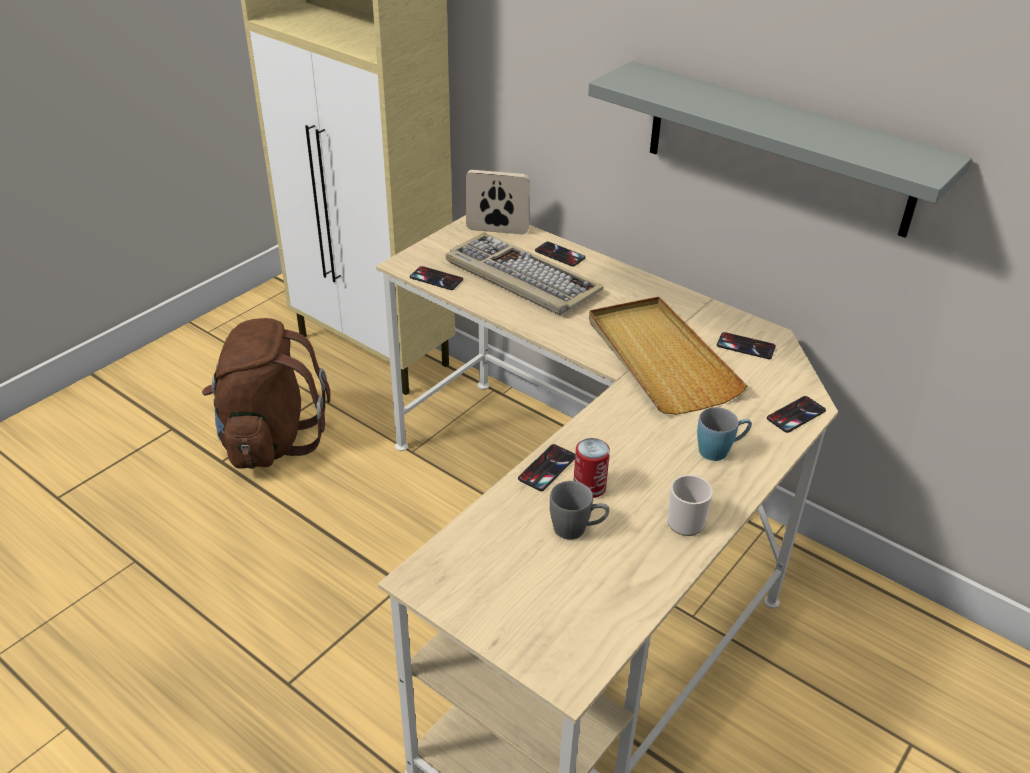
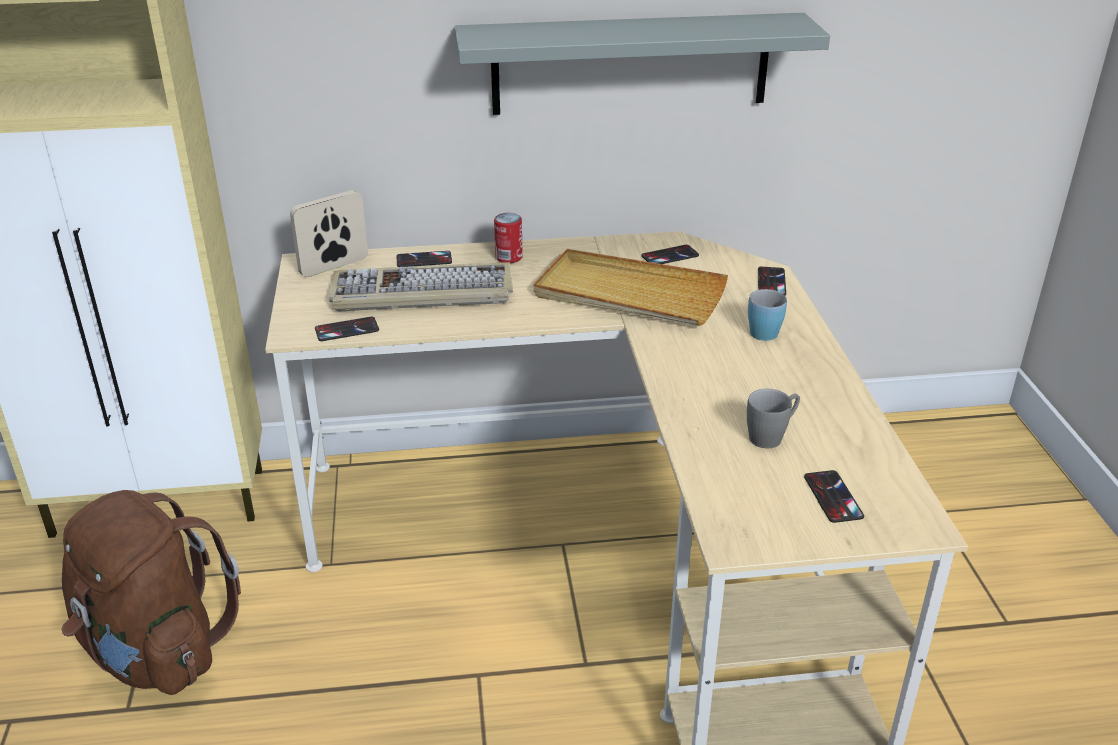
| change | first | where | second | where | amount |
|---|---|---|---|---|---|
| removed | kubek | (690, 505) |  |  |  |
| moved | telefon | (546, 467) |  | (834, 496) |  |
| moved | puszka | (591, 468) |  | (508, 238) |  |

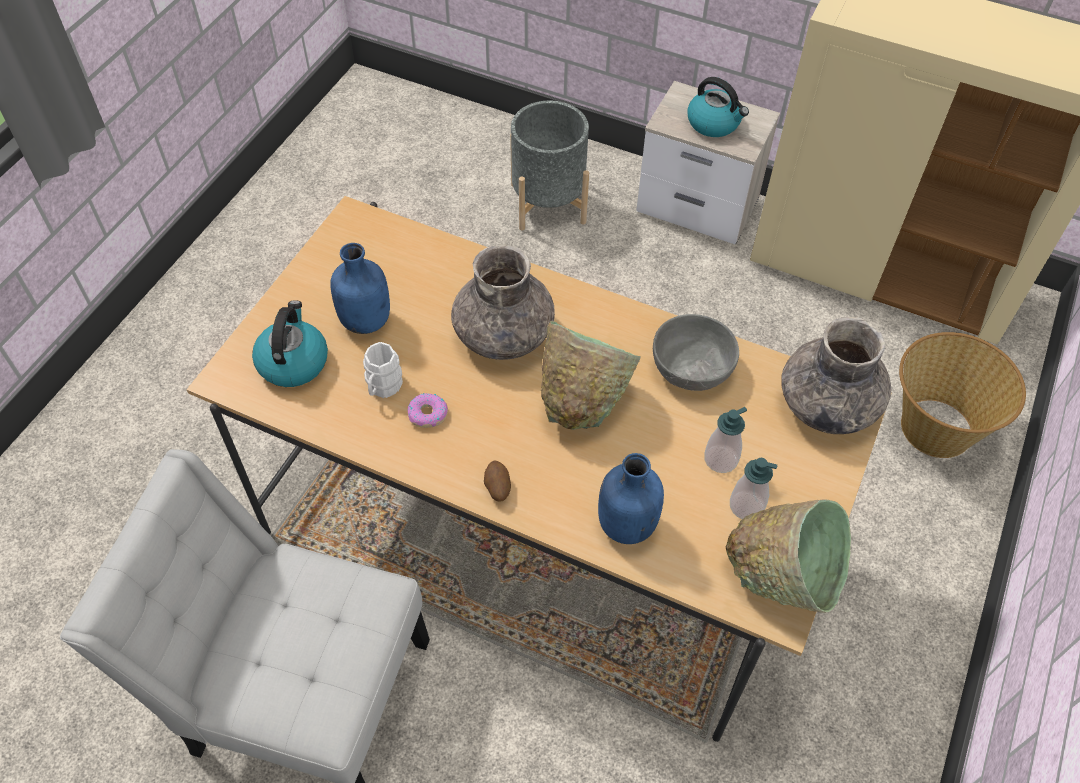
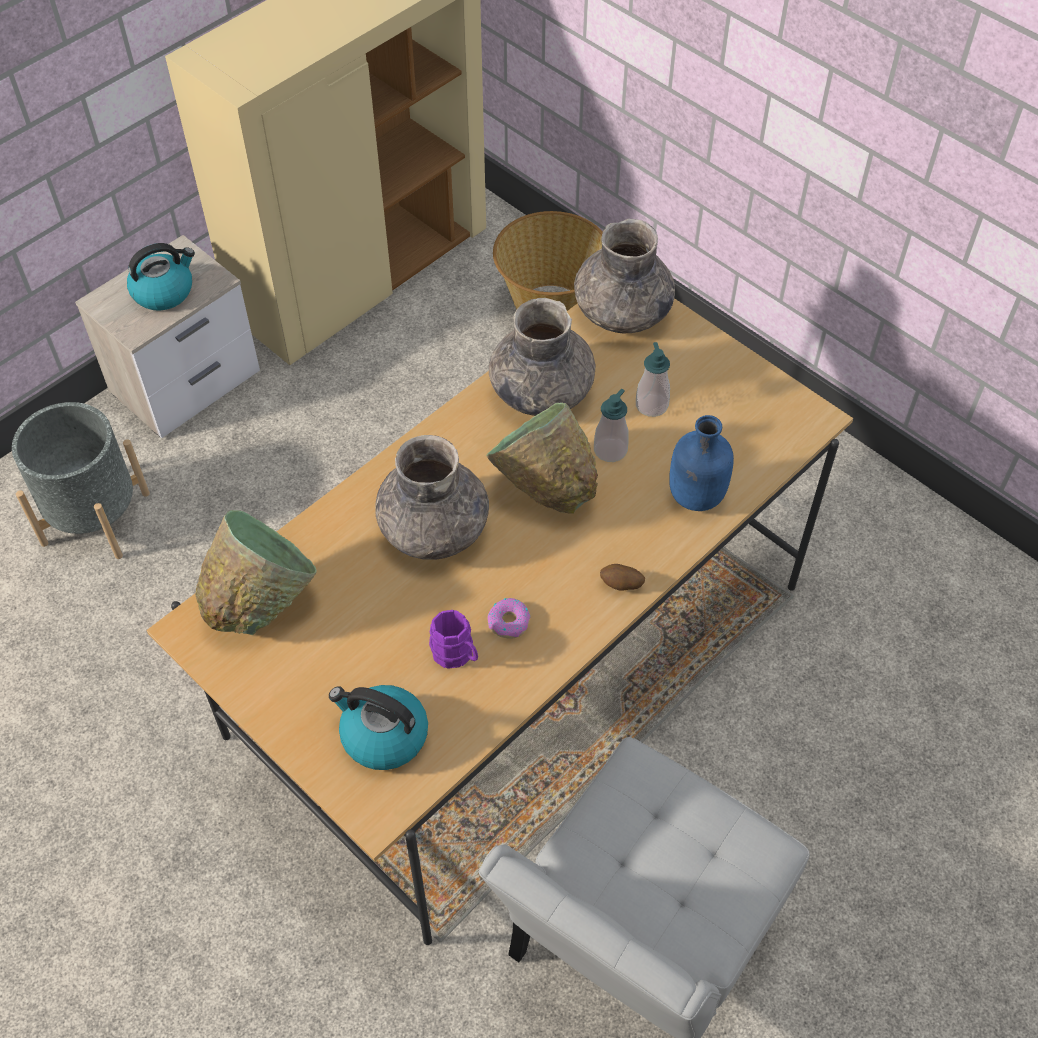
| change | first | where | second | where | amount |
|---|---|---|---|---|---|
| removed | butelka (niebieski) | (360, 288) |  |  |  |
| moved | miska (zielony) | (788, 556) |  | (256, 573) |  |
| moved | dozownik mydła | (753, 488) |  | (611, 425) |  |
| replaced | miska (szary) | (696, 352) | wazon (szary) | (542, 357) |  |
| recoloured | kubek (biały) | (383, 370) | kubek (fioletowy) | (453, 639) |  |

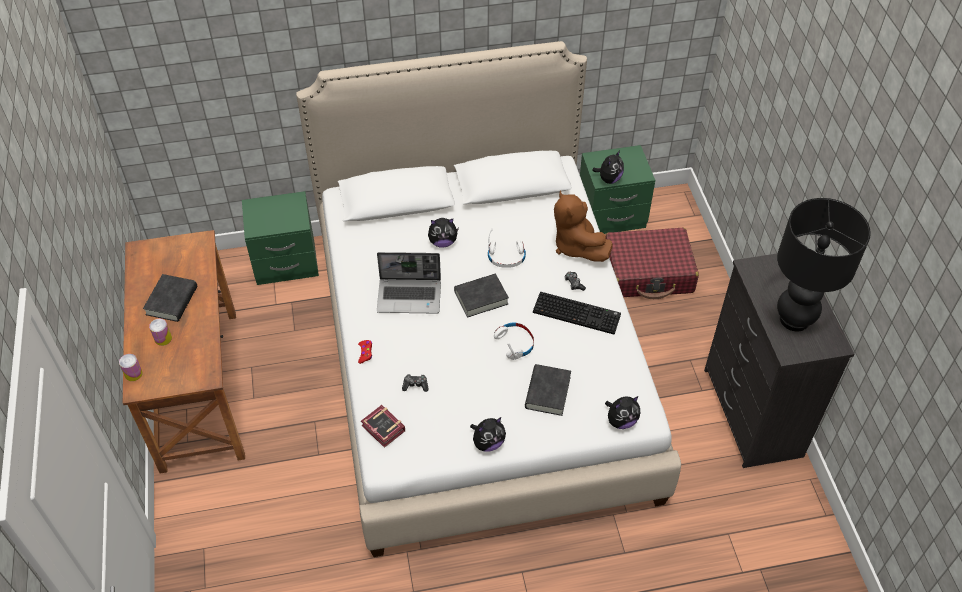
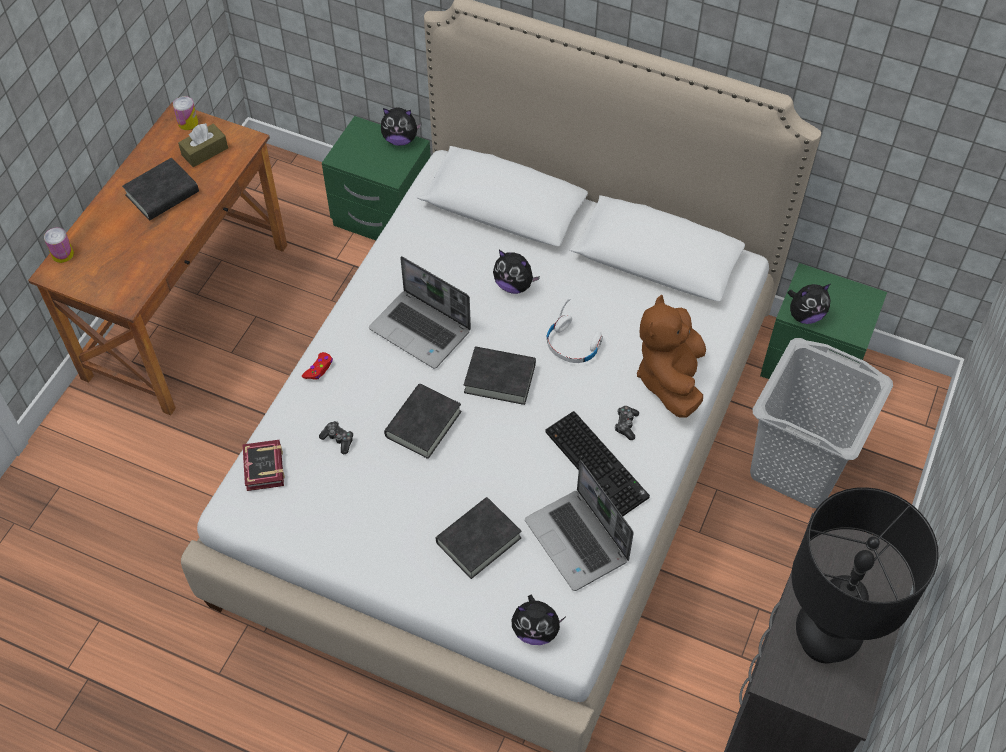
| change | first | where | second | where | amount |
|---|---|---|---|---|---|
| removed | słuchawki (biały) | (514, 341) |  |  |  |
| added |  |  | pudełko chusteczek (brązowy) | (203, 145) |  |
| added |  |  | książka (czarny) | (423, 421) |  |
| added |  |  | laptop | (579, 525) |  |
| moved | puszka | (160, 332) |  | (185, 113) |  |
| moved | pluszak | (488, 434) |  | (401, 126) |  |
| replaced | walizka (czerwony) | (652, 263) | kosz na pranie (szary) | (821, 423) |  |

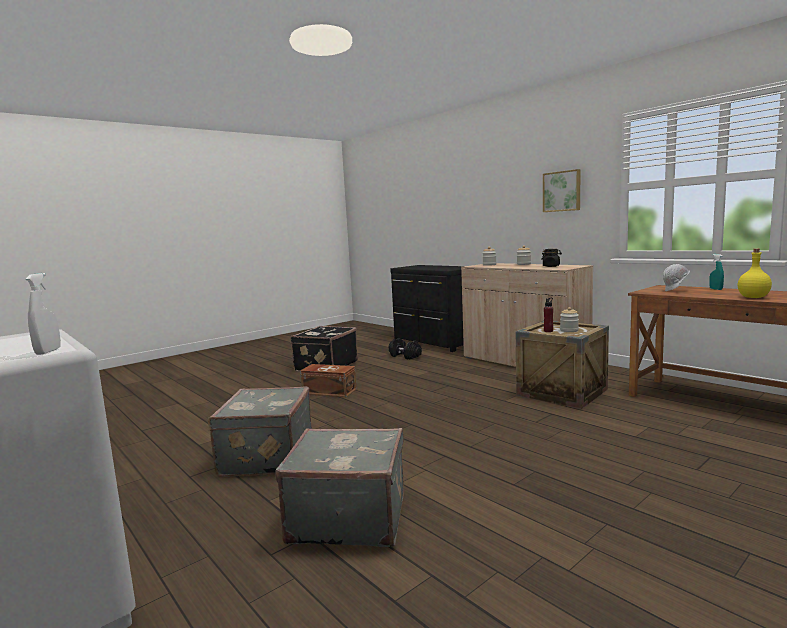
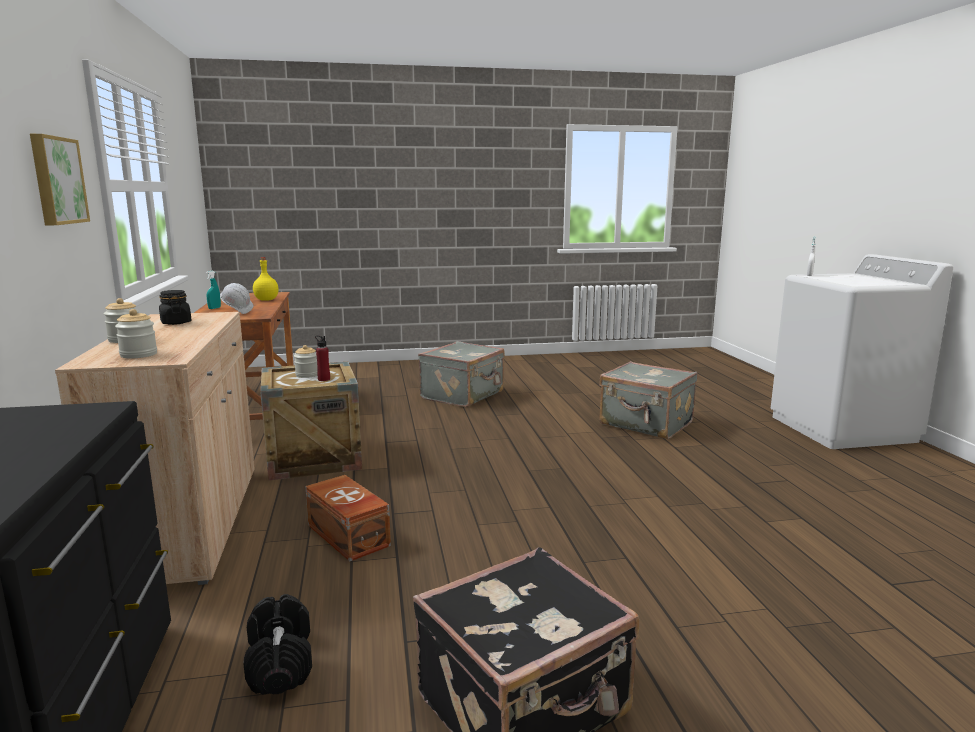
| change | first | where | second | where | amount |
|---|---|---|---|---|---|
| moved | walizka (szary) | (260, 432) |  | (461, 374) |  |
| moved | pojemnik do przechowywania (brązowy) | (328, 380) |  | (348, 518) |  |

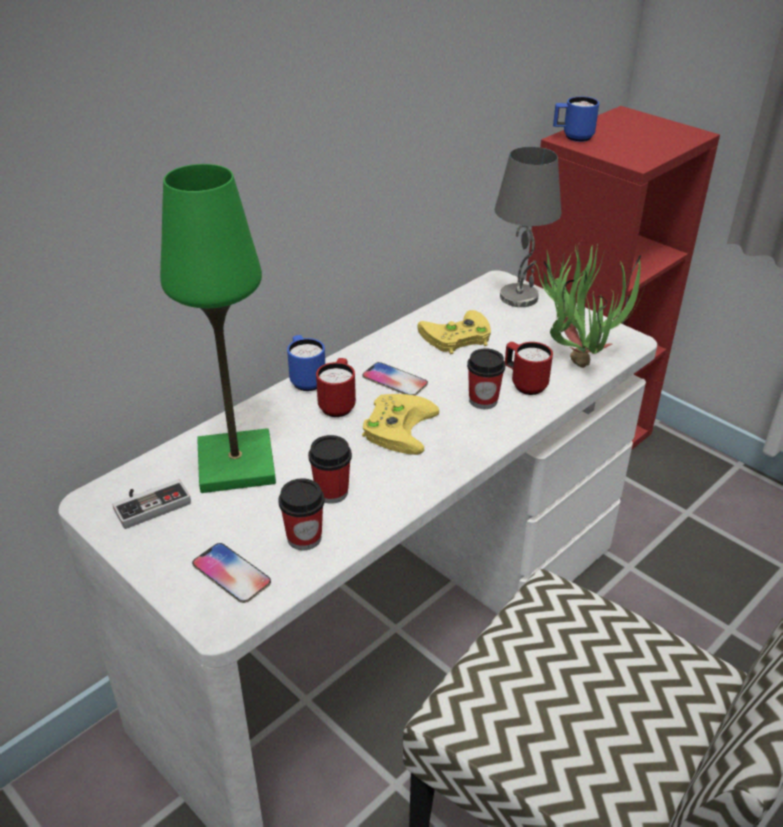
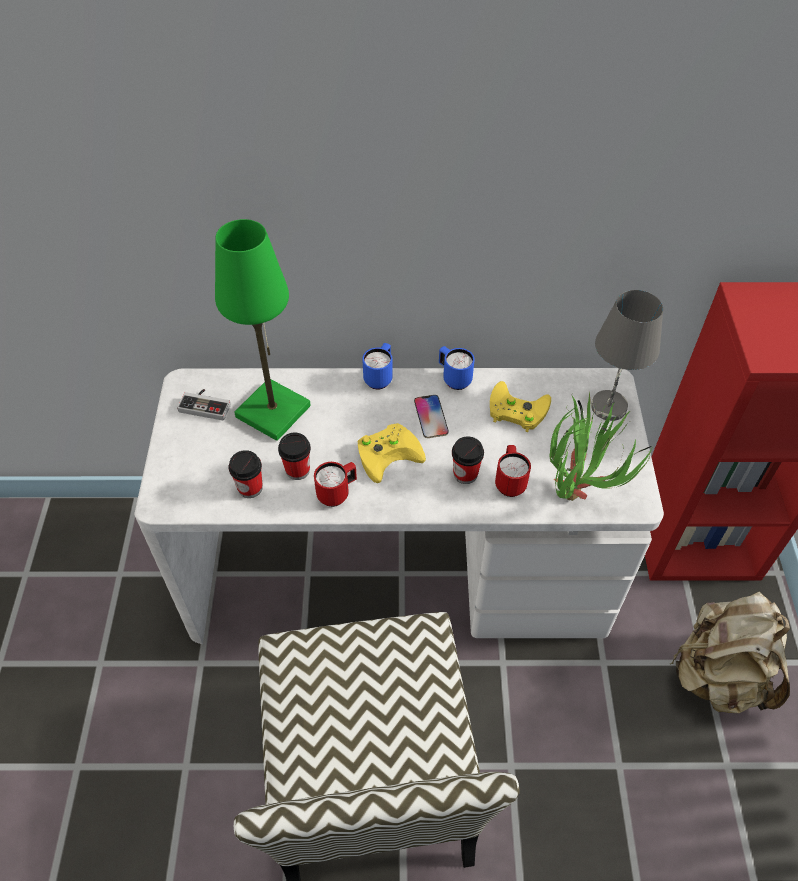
| change | first | where | second | where | amount |
|---|---|---|---|---|---|
| removed | telefon | (231, 573) |  |  |  |
| added |  |  | plecak (beżowy) | (730, 652) |  |
| moved | kubek (czerwony) | (336, 387) |  | (335, 484) |  |
| moved | kubek (niebieski) | (576, 119) |  | (457, 368) |  |

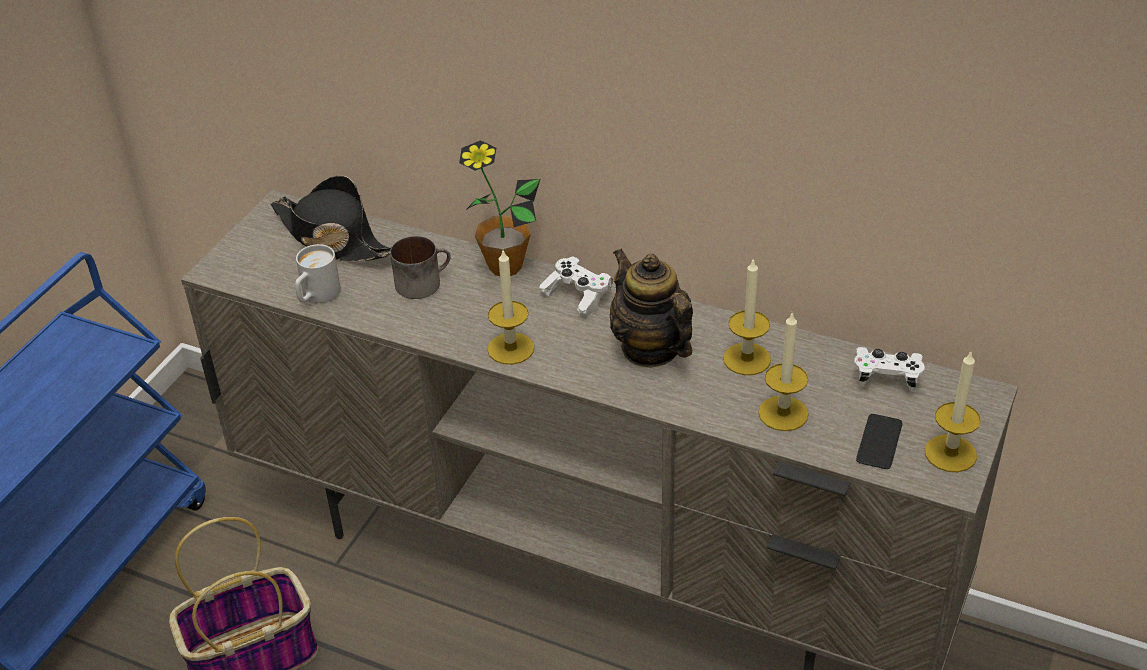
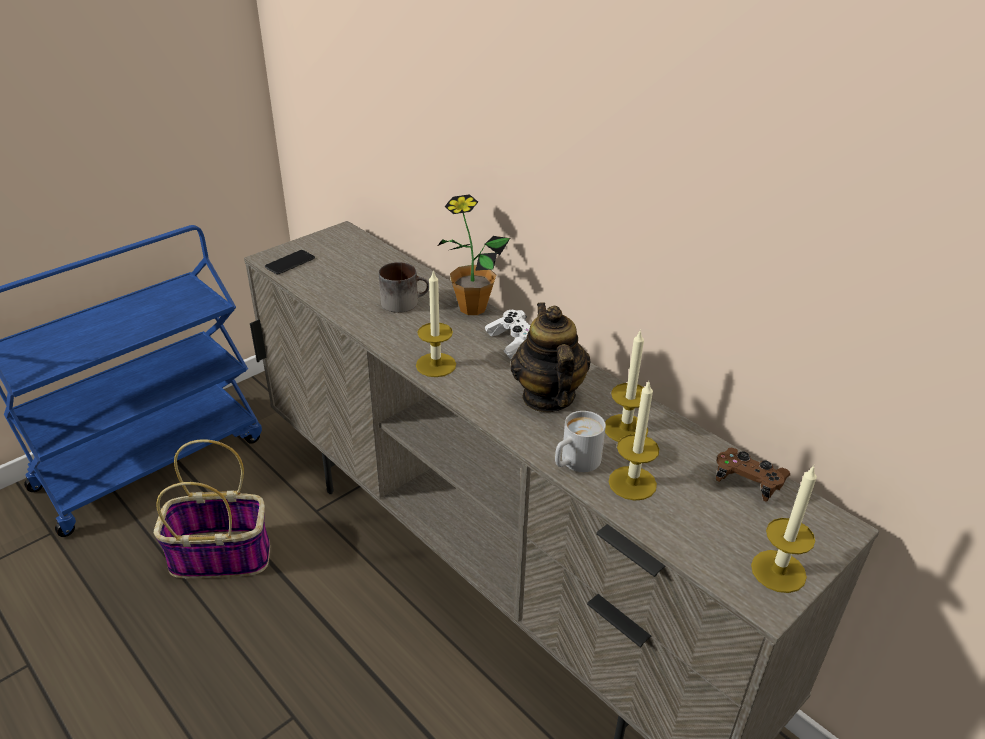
| change | first | where | second | where | amount |
|---|---|---|---|---|---|
| removed | kapelusz (czarny) | (331, 218) |  |  |  |
| moved | kubek (biały) | (318, 273) |  | (580, 441) |  |
| moved | telefon | (879, 441) |  | (290, 262) |  |
| recoloured | pad do gier (biały) | (889, 369) | pad do gier (brązowy) | (753, 475) |  |

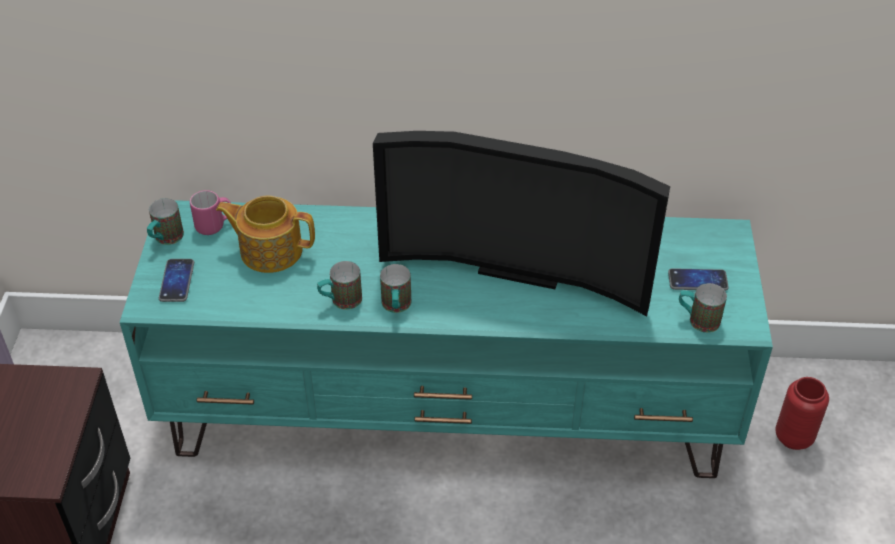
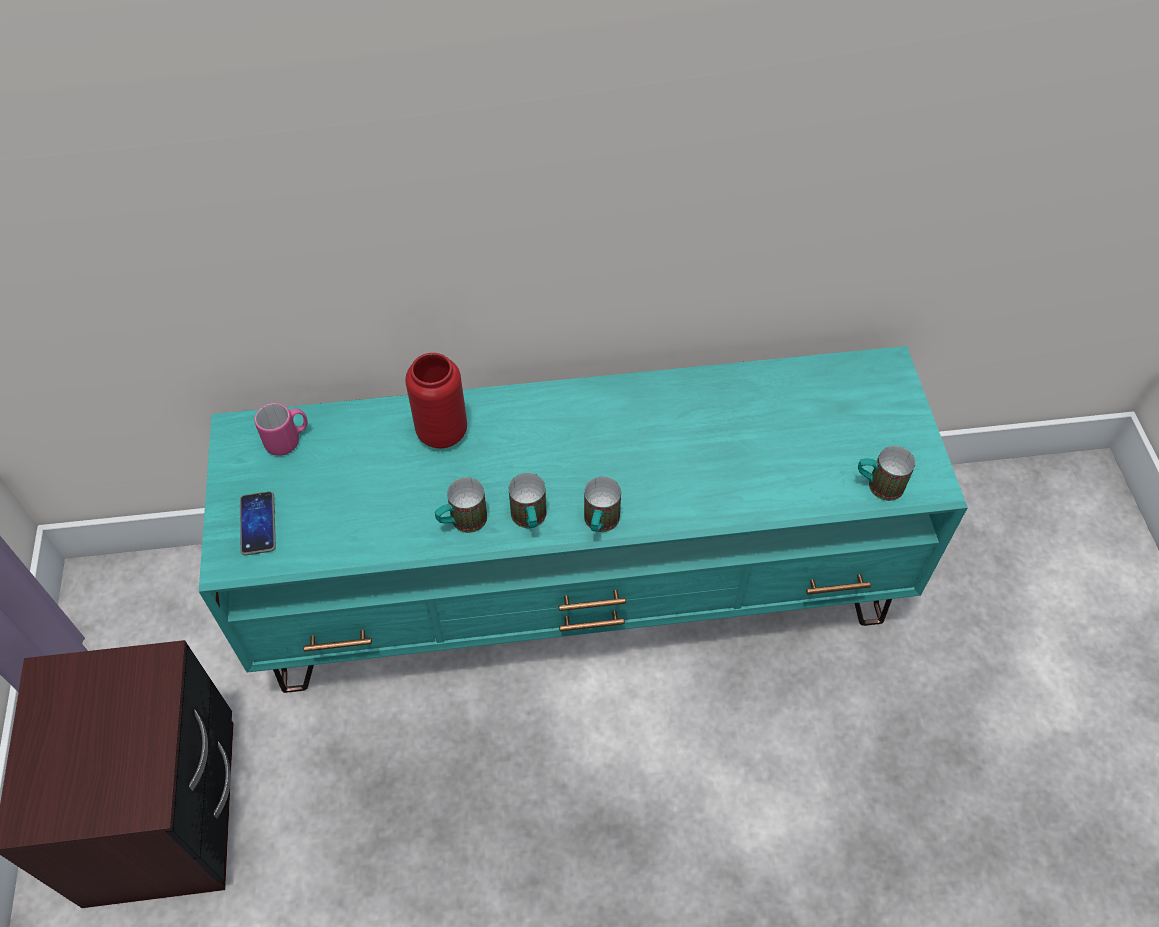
| change | first | where | second | where | amount |
|---|---|---|---|---|---|
| removed | imbryk | (265, 234) |  |  |  |
| removed | telewizor | (521, 223) |  |  |  |
| removed | telefon | (698, 279) |  |  |  |
| moved | kubek | (165, 221) |  | (602, 504) |  |
| moved | wazon (czerwony) | (802, 413) |  | (436, 400) |  |

